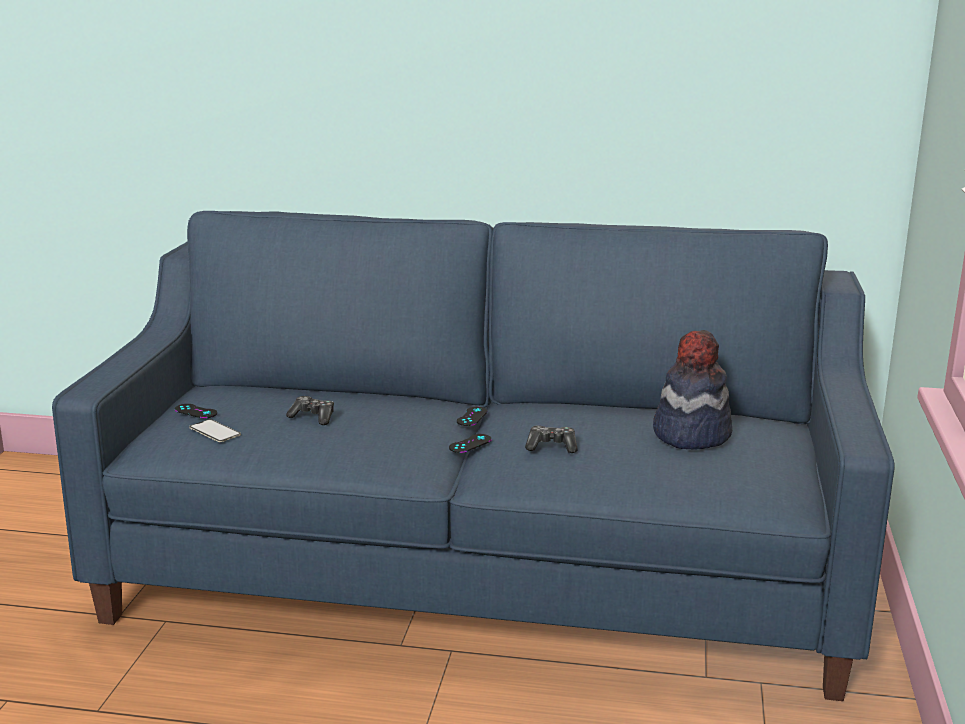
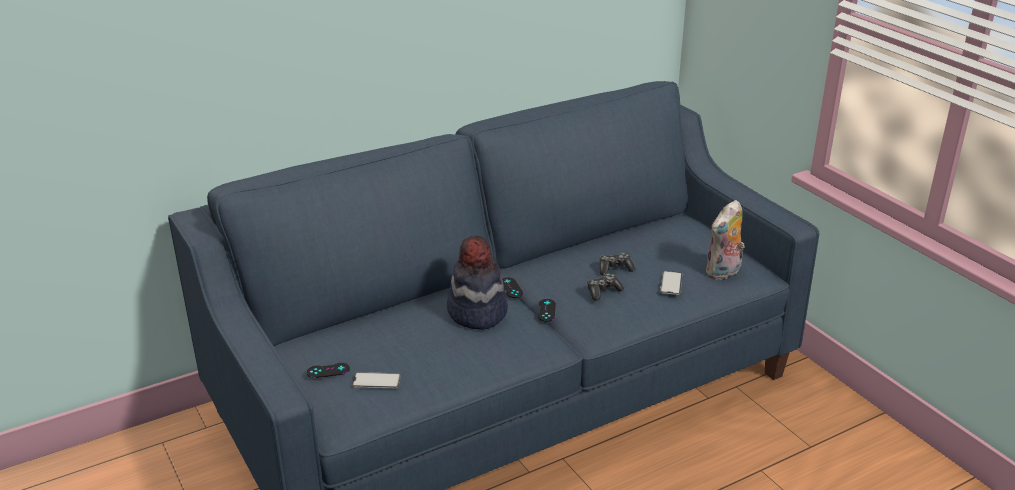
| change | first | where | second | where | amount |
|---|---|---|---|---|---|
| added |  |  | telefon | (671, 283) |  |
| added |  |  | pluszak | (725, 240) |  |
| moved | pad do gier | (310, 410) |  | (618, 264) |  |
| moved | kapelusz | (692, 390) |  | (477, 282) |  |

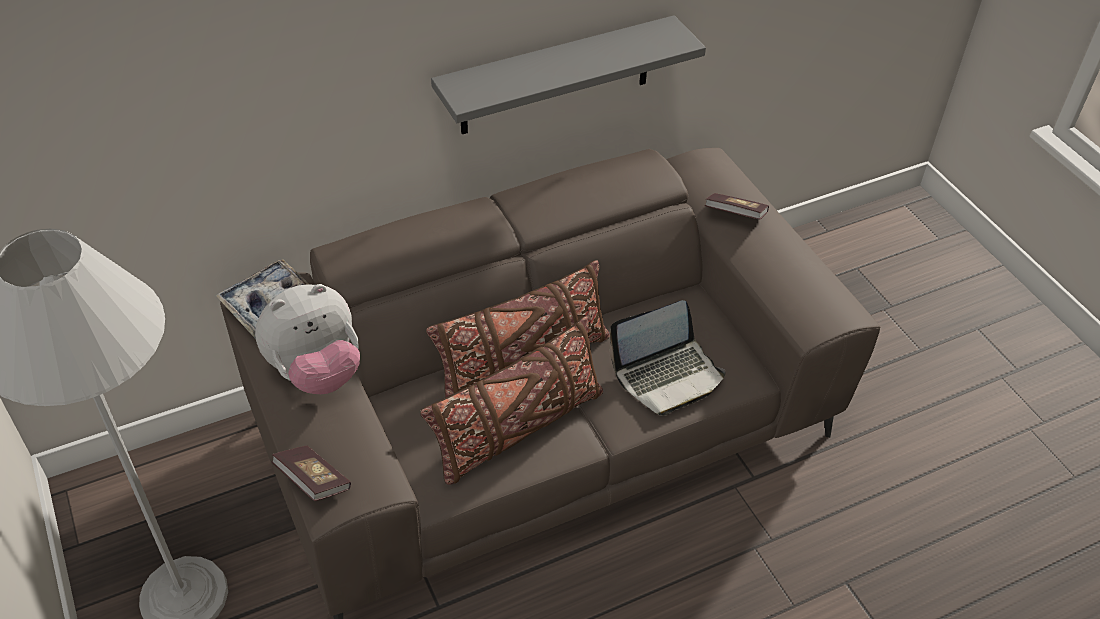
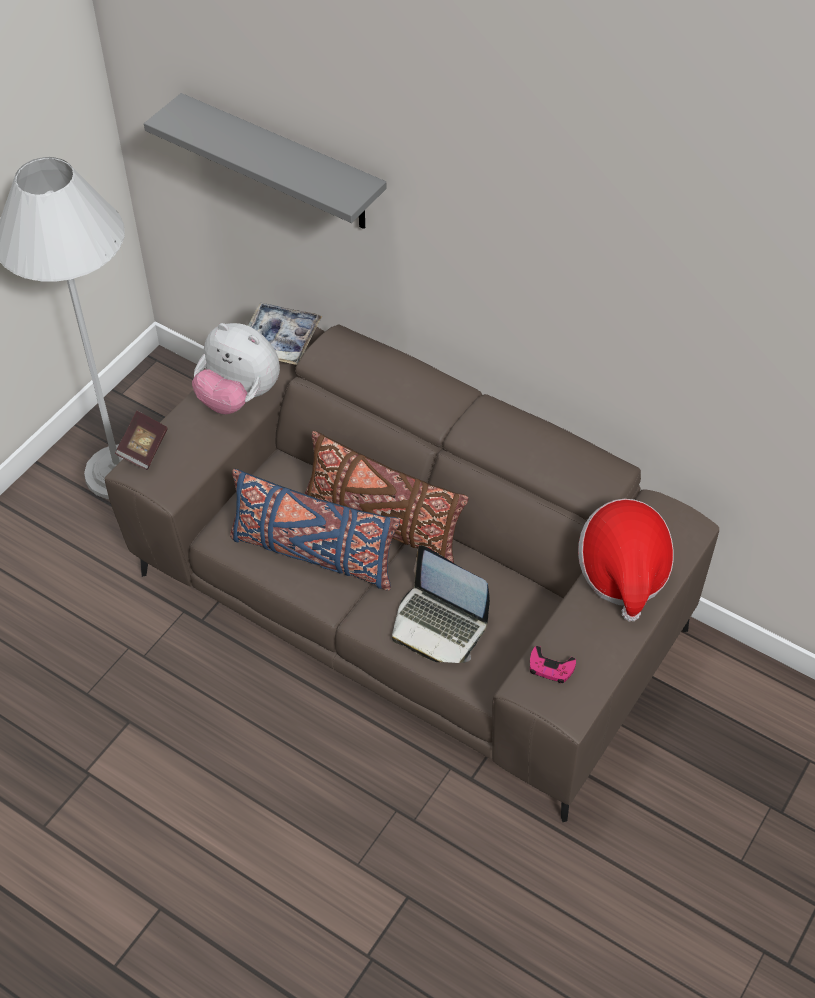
| change | first | where | second | where | amount |
|---|---|---|---|---|---|
| added |  |  | pad do gier (różowy) | (553, 664) |  |
| moved | półka (szary) | (568, 74) |  | (265, 161) |  |
| replaced | książka | (737, 206) | kapelusz | (626, 560) |  |
| recoloured | poduszka (brązowy) | (511, 400) | poduszka (niebieski) | (315, 530) |  |

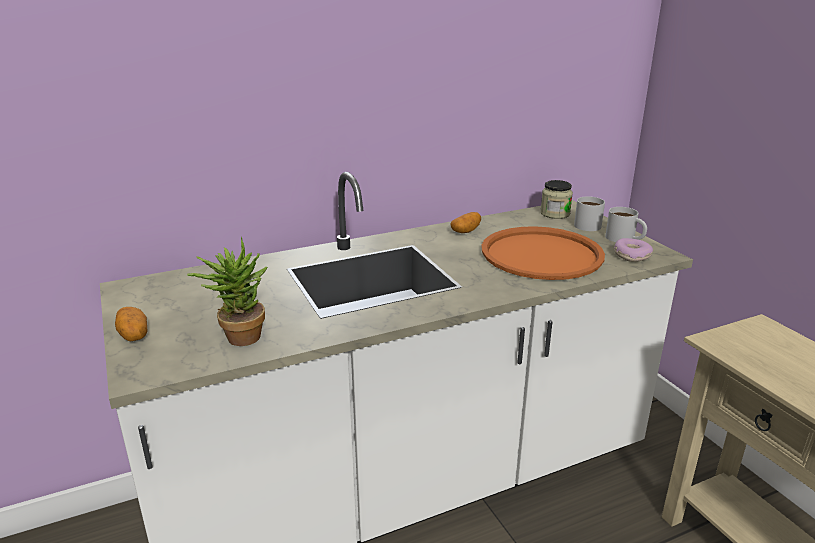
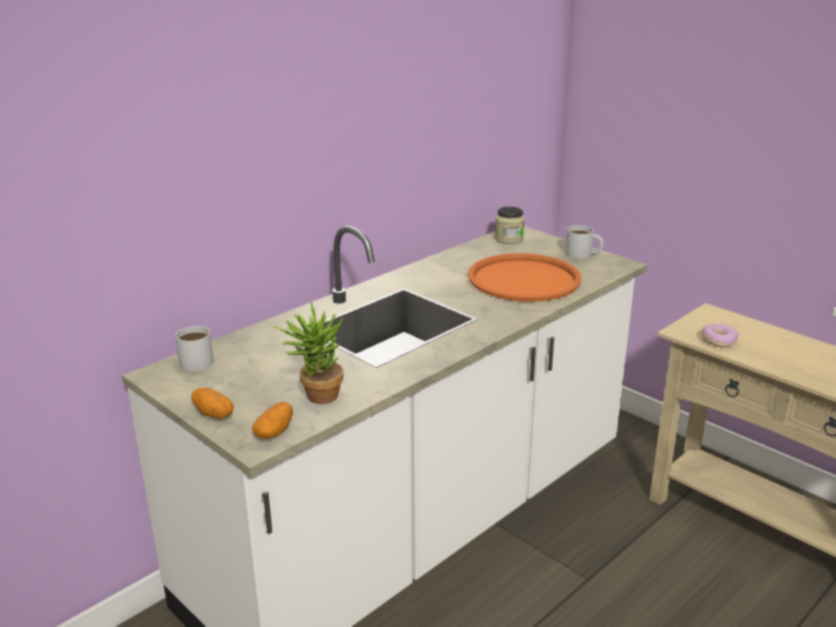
| change | first | where | second | where | amount |
|---|---|---|---|---|---|
| moved | ziemniak | (465, 222) |  | (272, 420) |  |
| moved | kubek (biały) | (589, 213) |  | (194, 348) |  |
| moved | donut | (633, 250) |  | (720, 335) |  |

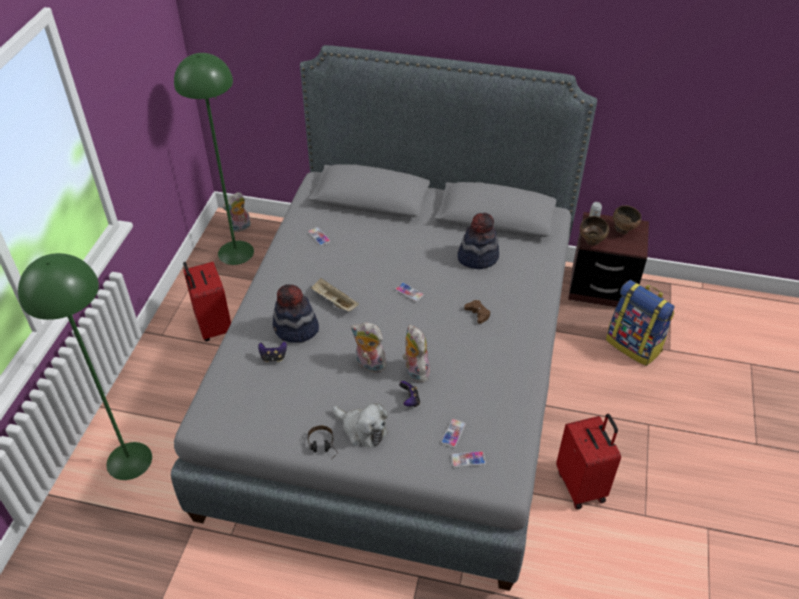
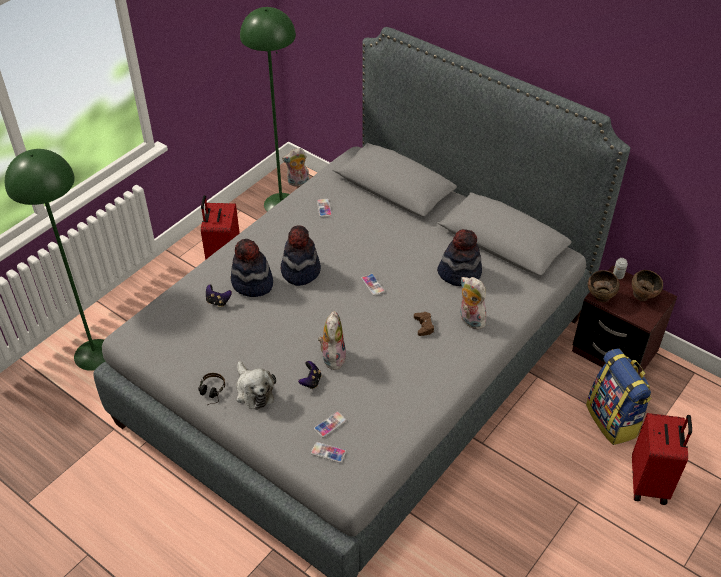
| change | first | where | second | where | amount |
|---|---|---|---|---|---|
| moved | pluszak | (369, 347) |  | (473, 303) |  |
| moved | walizka (czerwony) | (588, 461) |  | (662, 459) |  |
| replaced | taca (beżowy) | (335, 294) | kapelusz | (300, 255) |  |

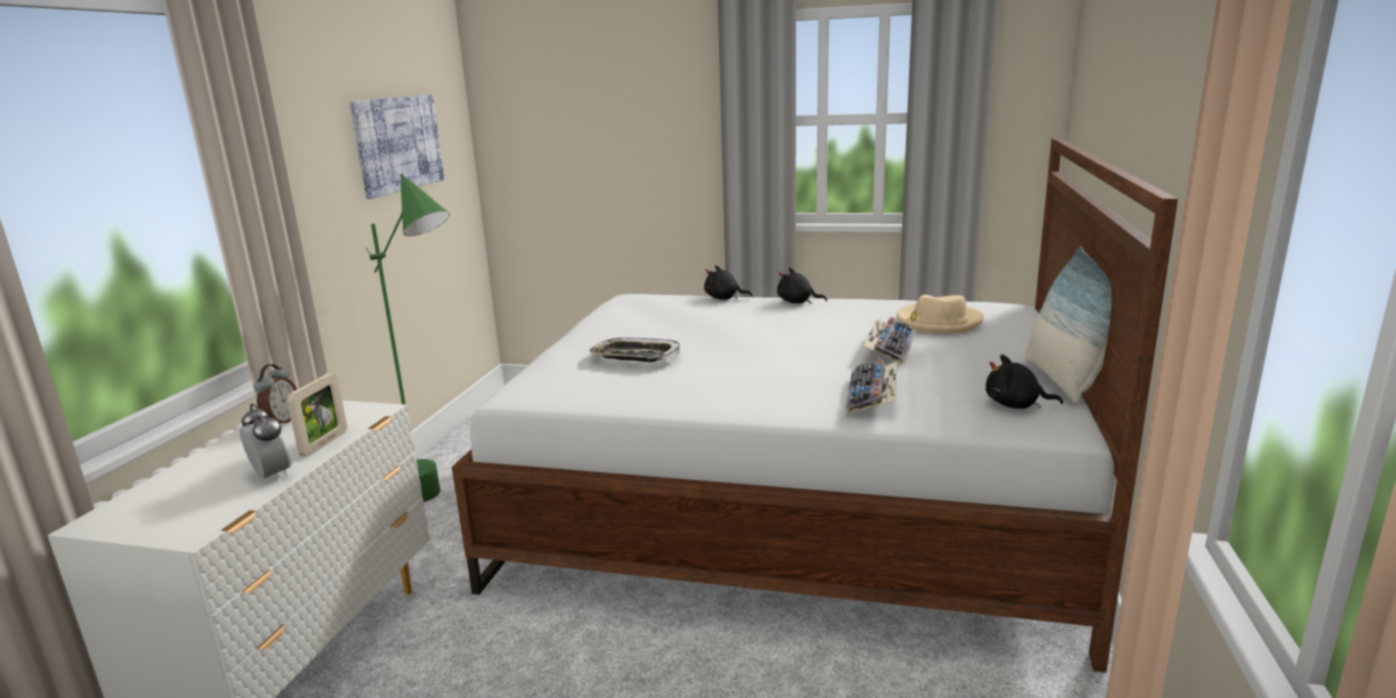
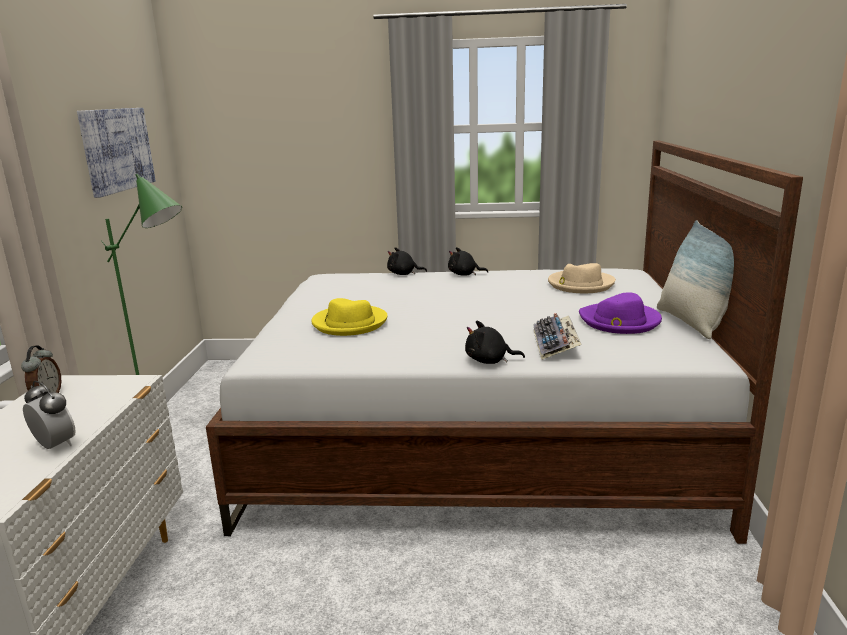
| change | first | where | second | where | amount |
|---|---|---|---|---|---|
| removed | ramka na zdjęcie | (317, 414) |  |  |  |
| removed | klawiatura | (889, 341) |  |  |  |
| added |  |  | kapelusz (fioletowy) | (620, 313) |  |
| moved | pluszak (czarny) | (1024, 381) |  | (495, 342) |  |
| replaced | taca | (634, 350) | kapelusz (żółty) | (349, 317) |  |

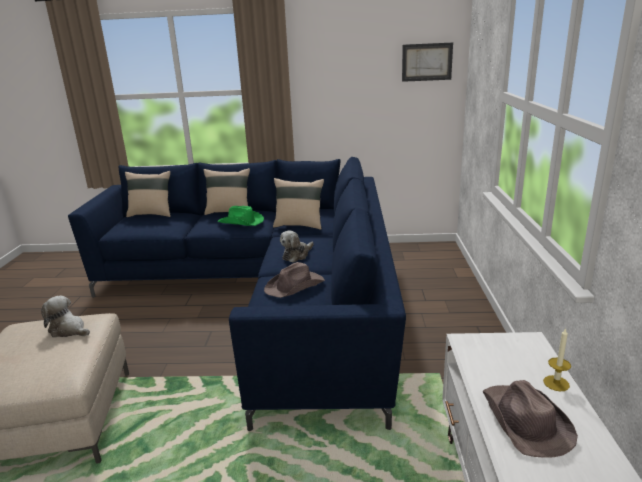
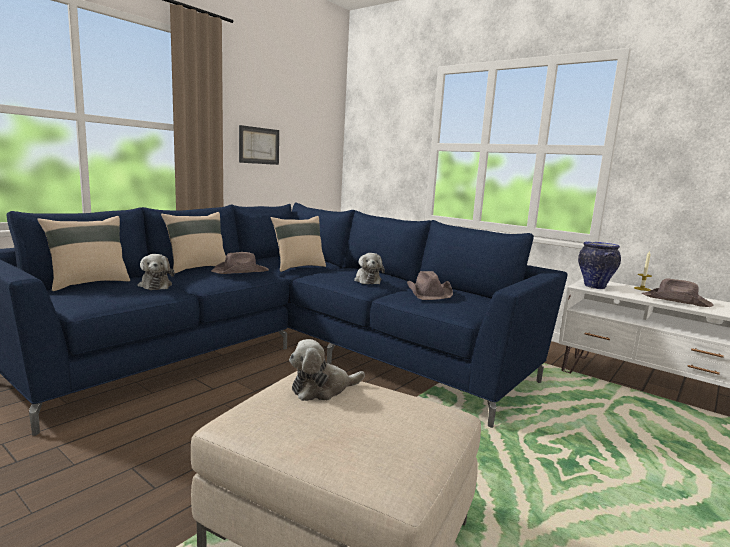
| change | first | where | second | where | amount |
|---|---|---|---|---|---|
| added |  |  | pluszak | (156, 272) |  |
| added |  |  | wazon | (599, 265) |  |
| moved | obraz | (427, 62) |  | (259, 145) |  |
| recoloured | kapelusz (zielony) | (241, 216) | kapelusz (brązowy) | (240, 263) |  |

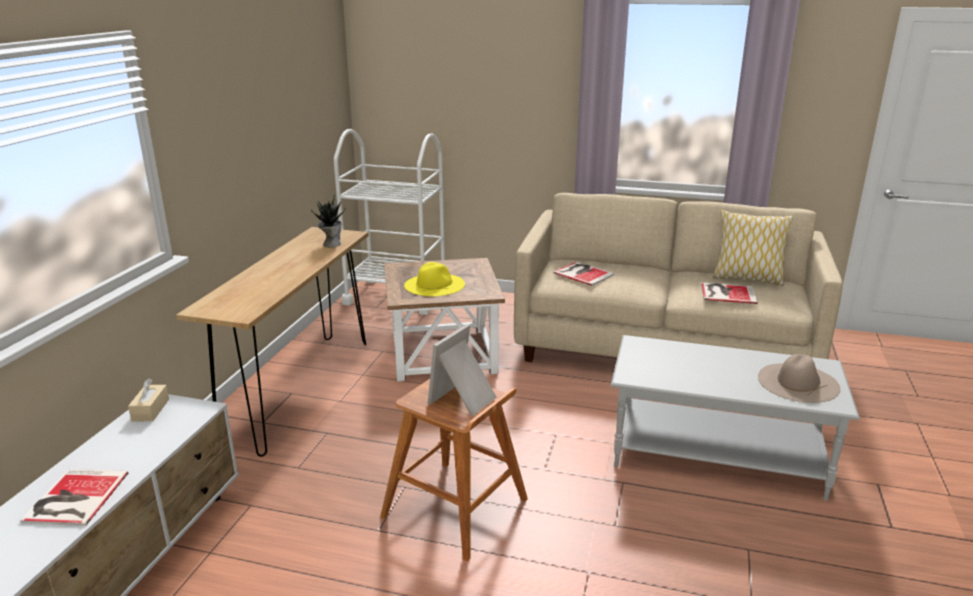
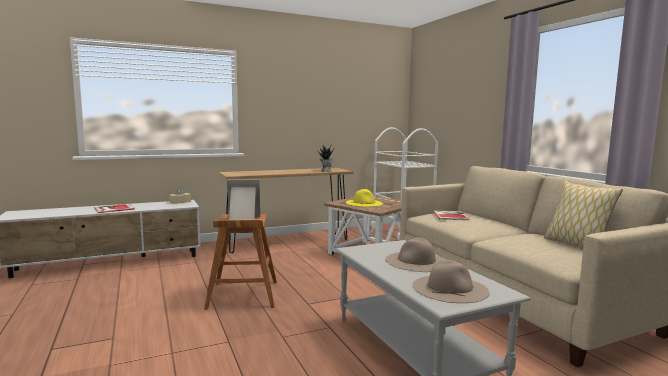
| change | first | where | second | where | amount |
|---|---|---|---|---|---|
| removed | książka | (729, 293) |  |  |  |
| added |  |  | kapelusz (beżowy) | (415, 255) |  |

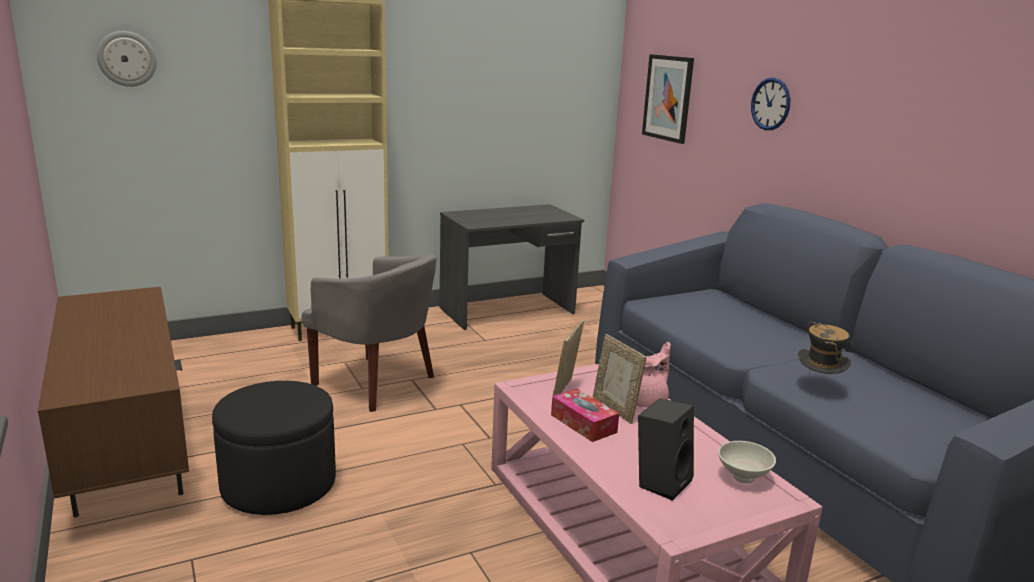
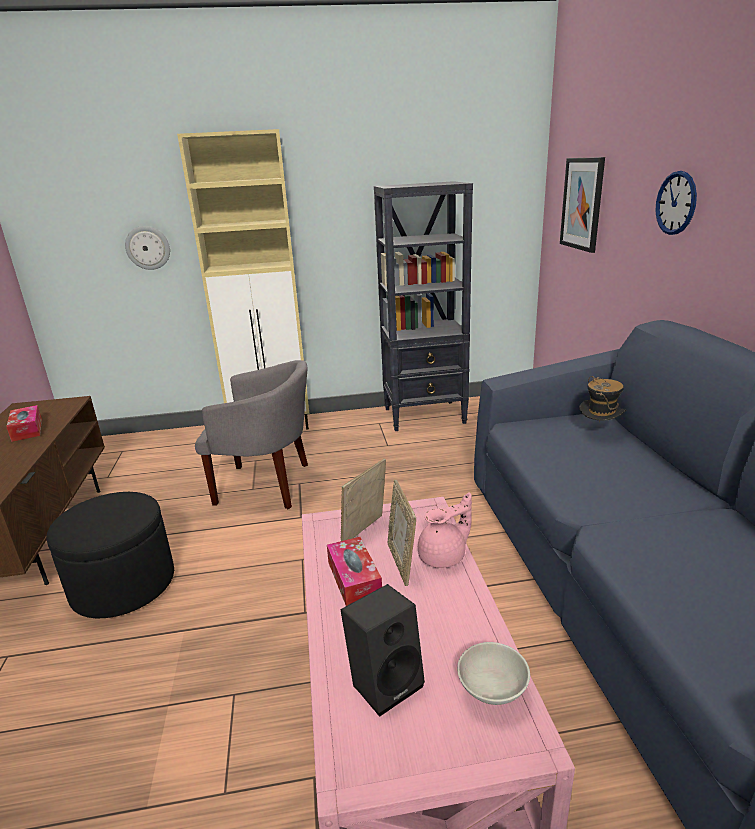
| change | first | where | second | where | amount |
|---|---|---|---|---|---|
| added |  |  | pudełko chusteczek | (24, 423) |  |
| moved | zegar ścienny | (127, 59) |  | (147, 248) |  |
| moved | kapelusz | (824, 348) |  | (602, 399) |  |
| replaced | biurko (szary) | (512, 267) | regał (czarny) | (423, 306) |  |
| turned | fotel (szary) | (369, 333) |  | (251, 434) | 45 degrees counterclockwise |

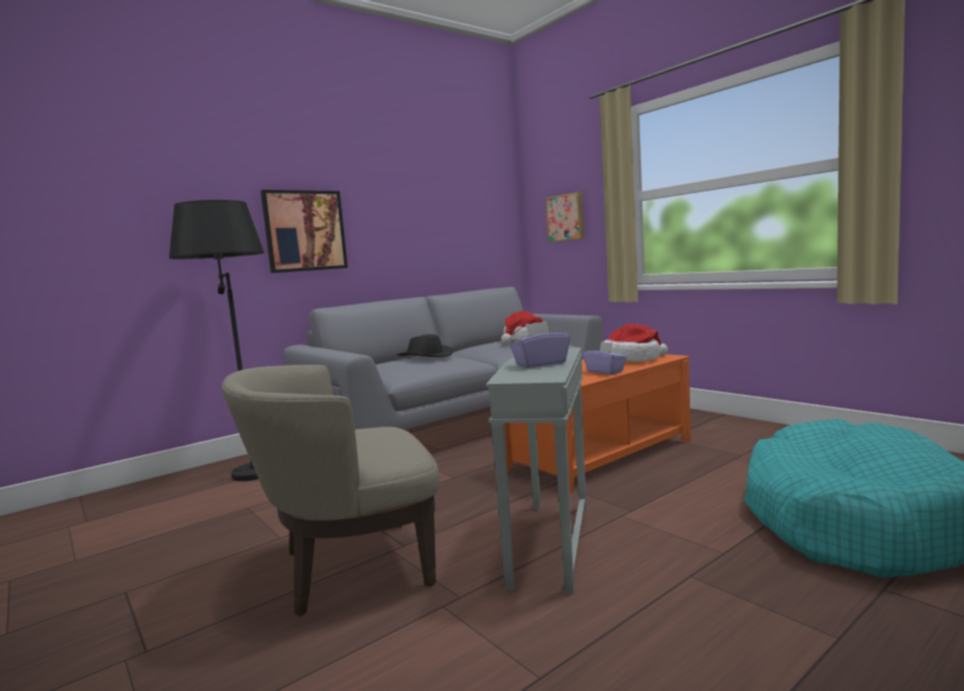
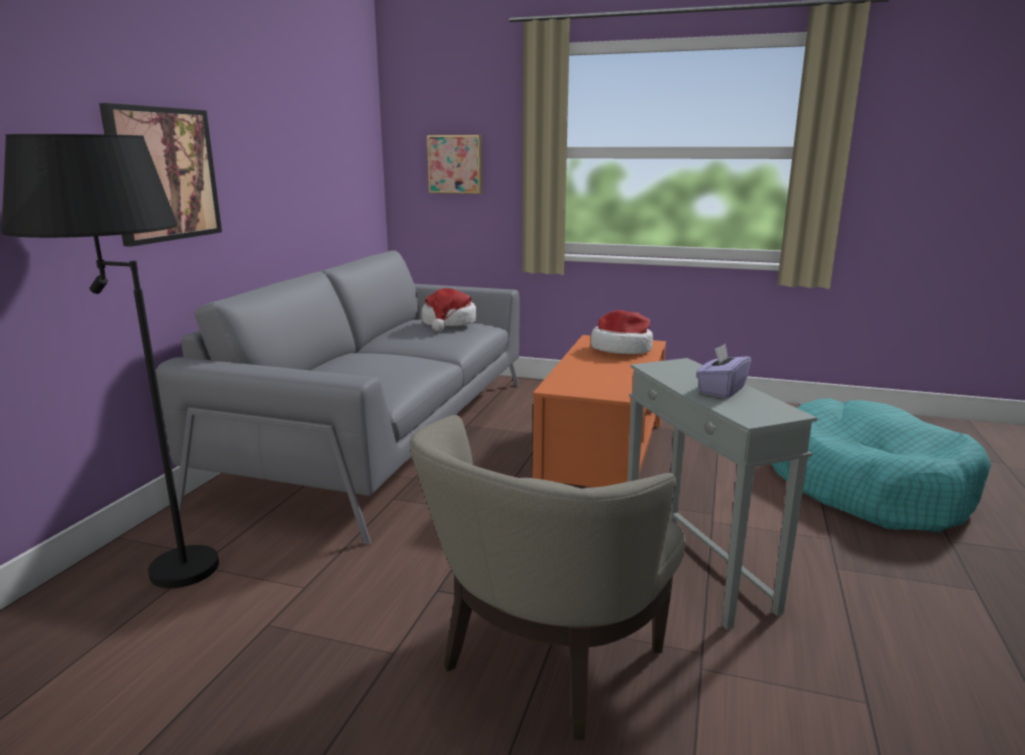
| change | first | where | second | where | amount |
|---|---|---|---|---|---|
| removed | kapelusz (czarny) | (424, 345) |  |  |  |
| removed | pudełko chusteczek (fioletowy) | (605, 358) |  |  |  |

